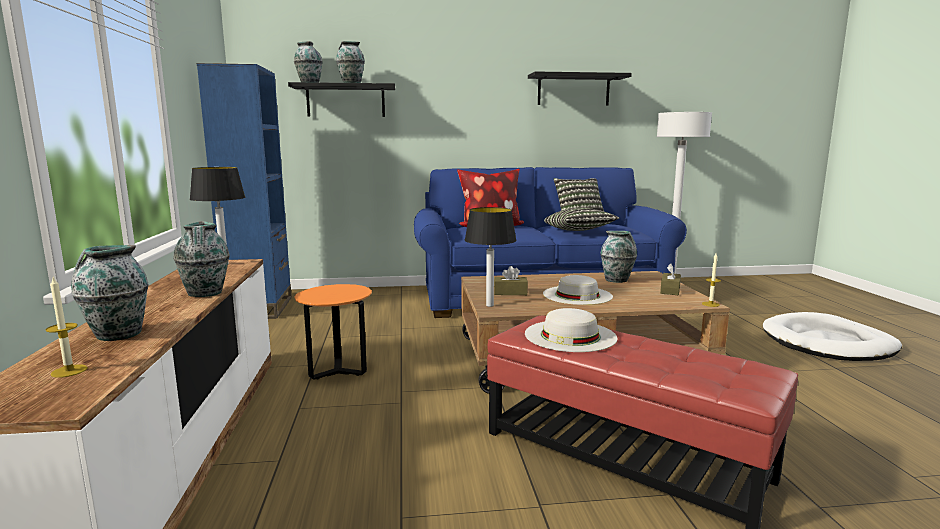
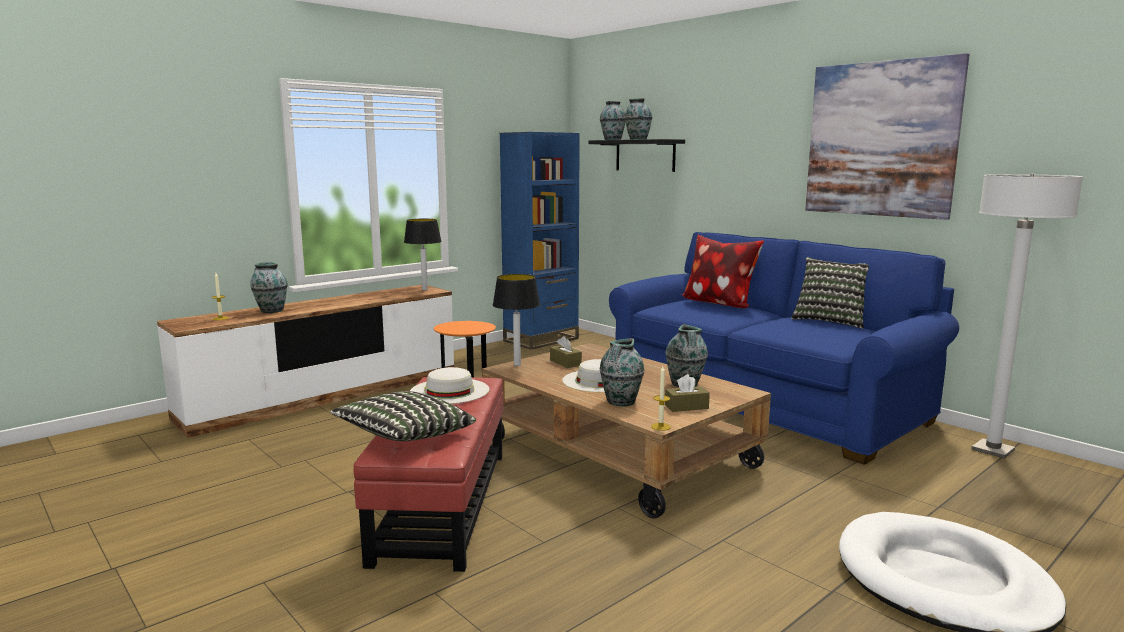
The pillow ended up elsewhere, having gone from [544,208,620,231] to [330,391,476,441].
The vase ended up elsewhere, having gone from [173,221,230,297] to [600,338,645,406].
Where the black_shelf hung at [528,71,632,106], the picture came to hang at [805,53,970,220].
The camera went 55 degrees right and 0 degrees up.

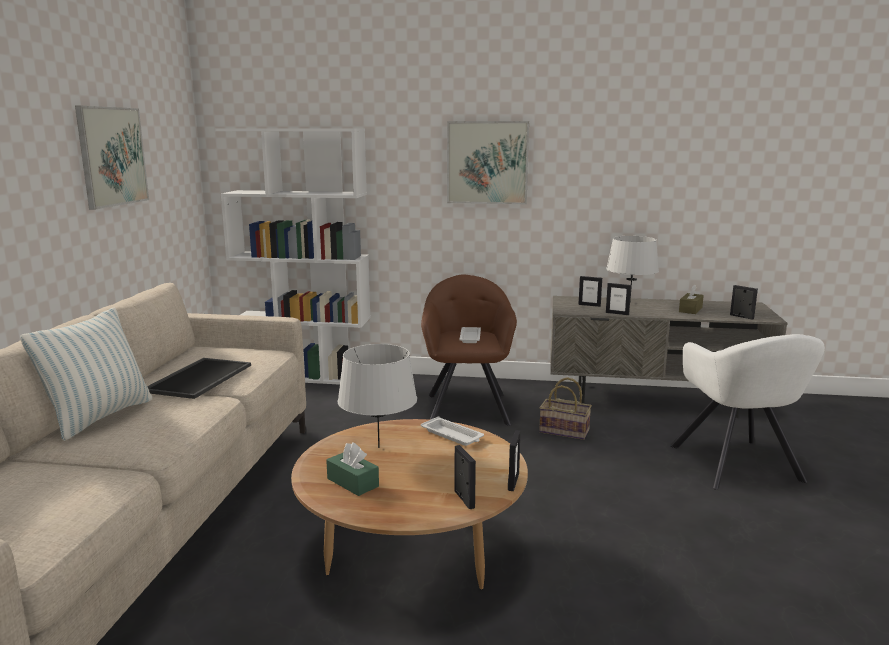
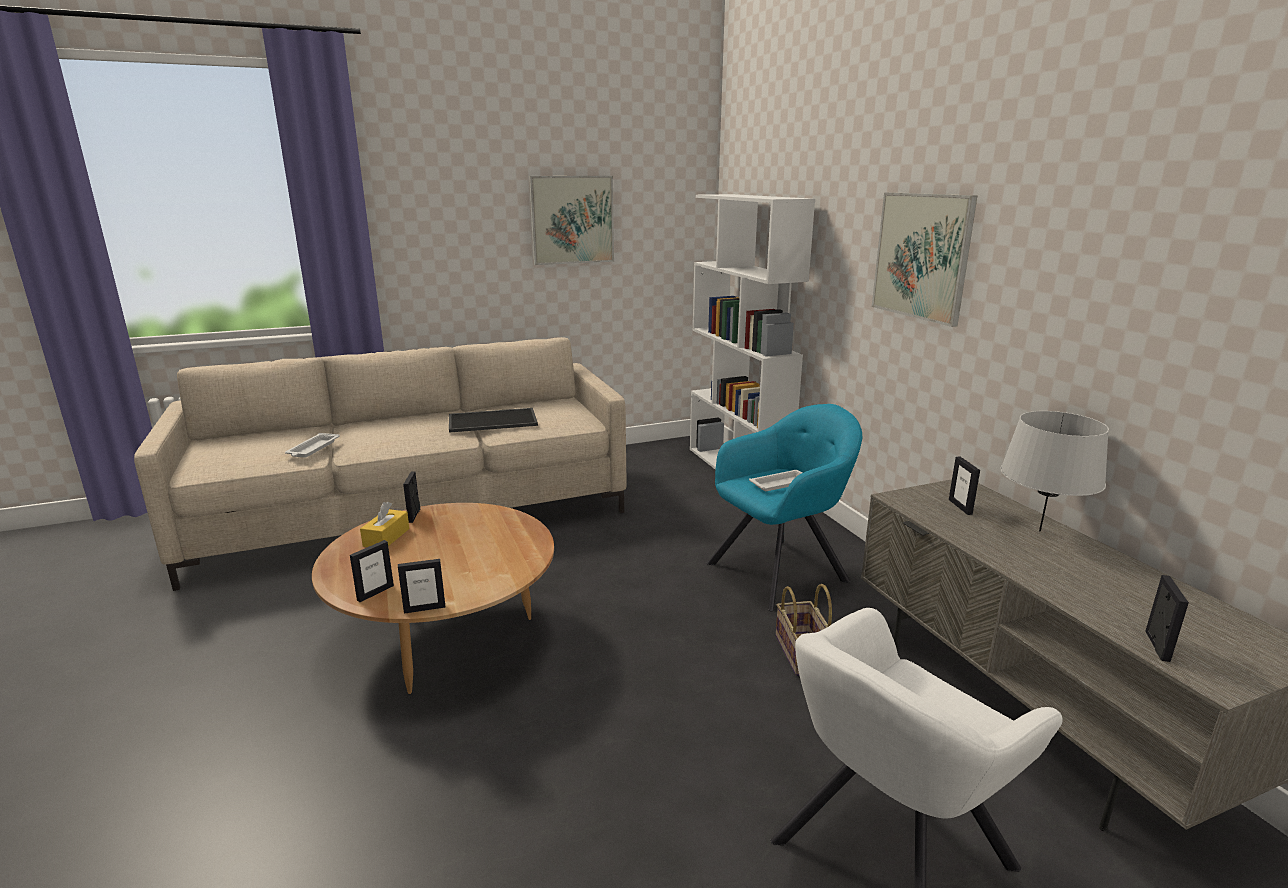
The white_tray ended up elsewhere, having gone from [421,416,484,446] to [285,433,339,457].
What was the green_tissue_box at [326,442,379,496] turned into the yellow_tissue_box at [360,502,409,547].
The picture_frame ended up elsewhere, having gone from [606,283,631,315] to [403,471,420,523].
What was the brown_armchair at [421,274,517,426] turned into the turquoise_armchair at [706,404,862,611].
The second view lost the pillow at [20,307,152,441].
The second view lost the grey_table_lamp at [338,344,417,448].
The second view lost the brown_tissue_box at [679,284,704,314].
The camera went 60 degrees right and 5 degrees up.

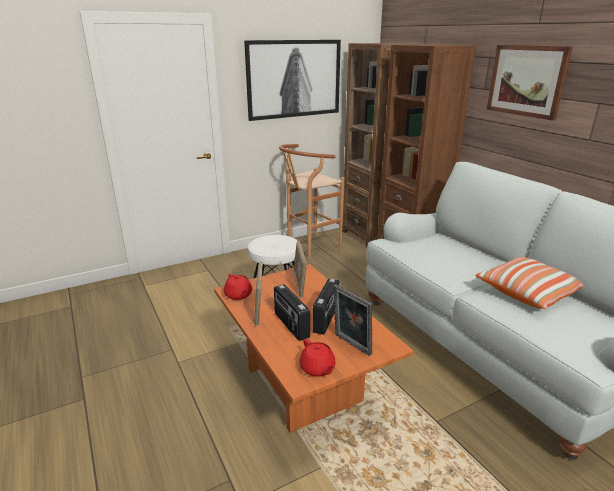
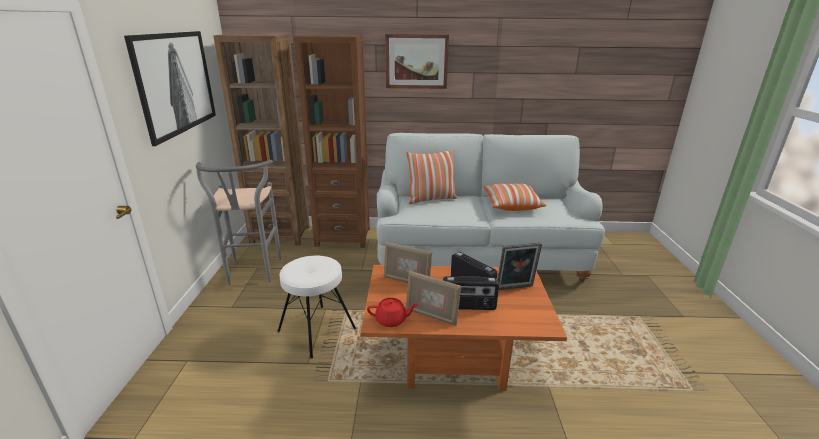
What was the brown_stool at [279,144,344,259] turned into the grey_stool at [196,160,281,285].
The second view gained the pillow at [406,150,457,204].
The second view lost the red_teapot at [299,339,336,377].
The camera went 60 degrees left and 0 degrees up.

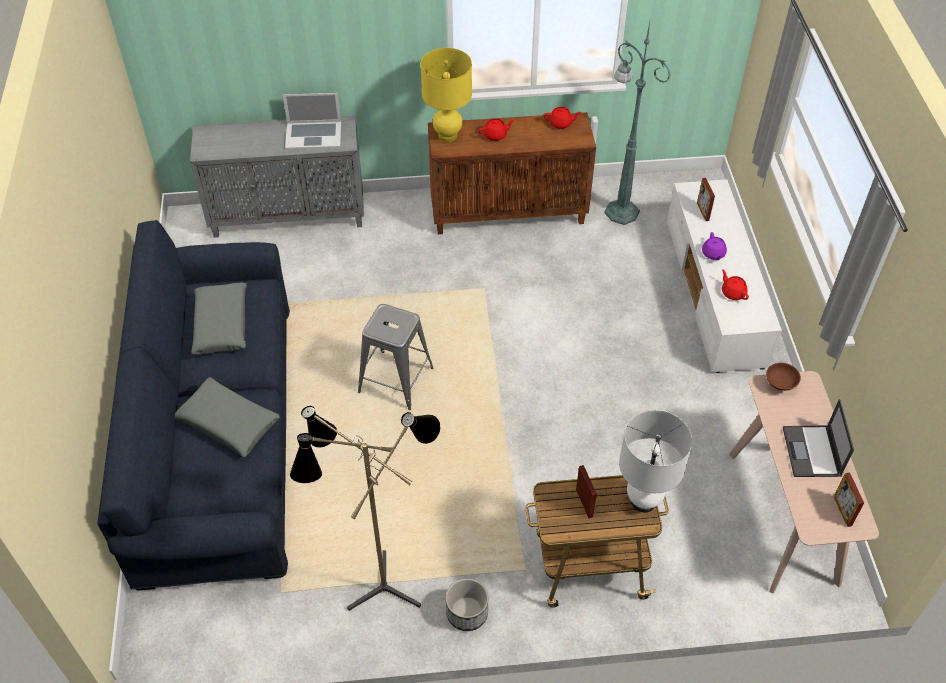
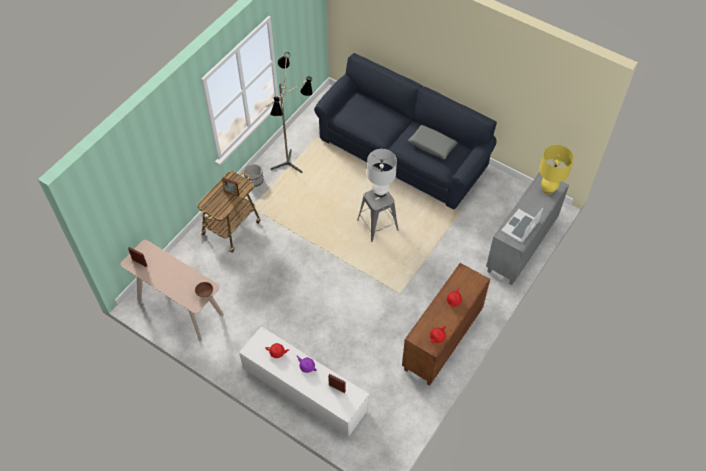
The white_table_lamp ended up elsewhere, having gone from [619,410,692,512] to [367,149,397,197].
The yellow_table_lamp ended up elsewhere, having gone from [421,48,472,142] to [539,145,574,195].
The second view lost the grey_pillow at [175,377,279,457].
The second view lost the green_floor_lamp at [604,22,671,225].
The second view lost the laptop at [783,399,854,477].
The camera went 130 degrees right and 5 degrees up.

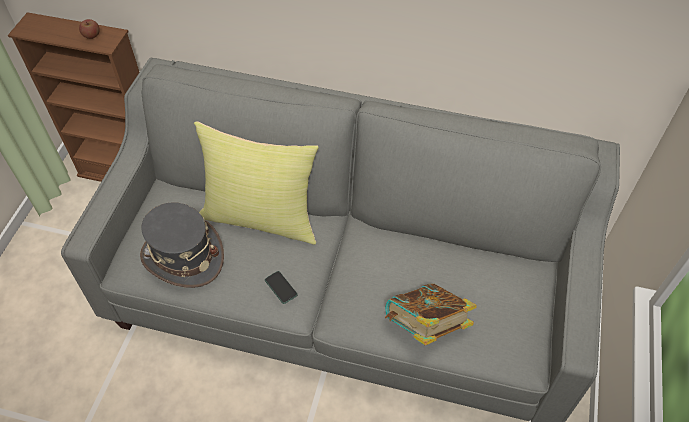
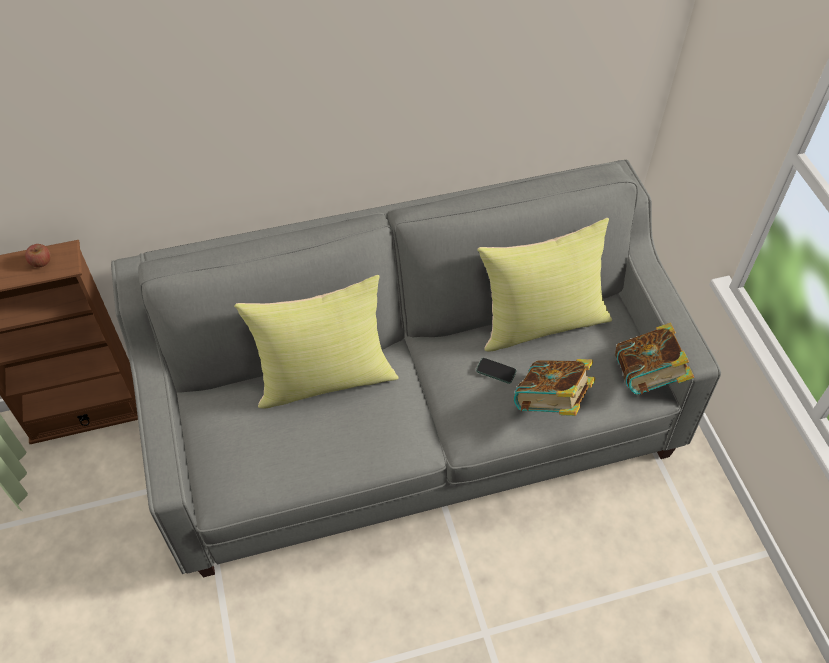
The phone ended up elsewhere, having gone from [265,271,297,304] to [476,358,517,384].
The second view gained the yellow_pillow at [477,218,612,351].
The second view gained the book at [615,322,694,395].
The second view lost the grey_hat at [140,202,224,288].
The camera went 30 degrees left and 0 degrees up.

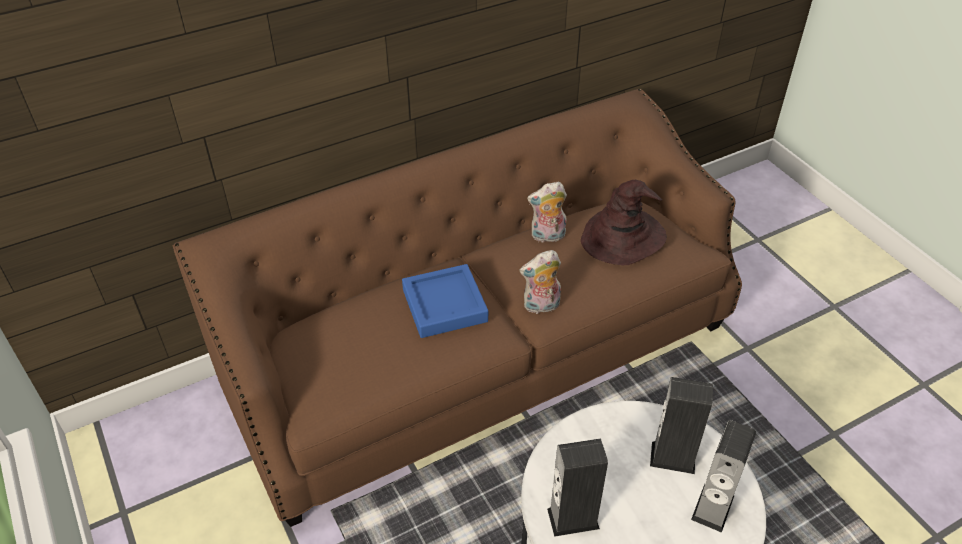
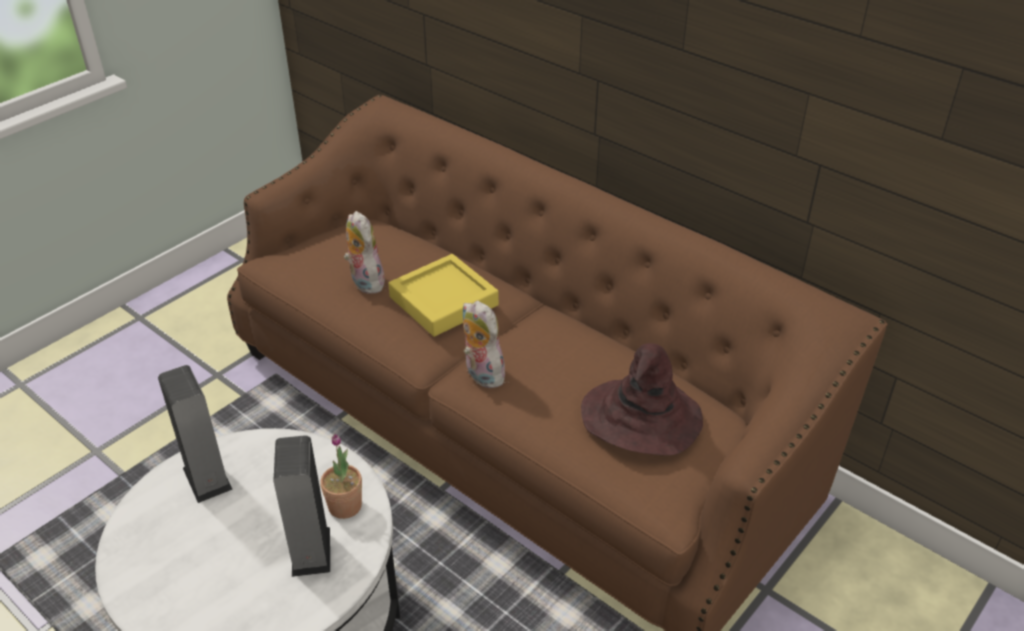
The second view gained the potted_plant at [320,434,362,519].
The plush_toy ended up elsewhere, having gone from [527,182,567,242] to [344,211,385,294].
What was the blue_tray at [402,264,488,338] turned into the yellow_tray at [388,254,499,337].
The second view lost the speaker at [691,420,756,533].
The camera went 70 degrees right and 5 degrees down.

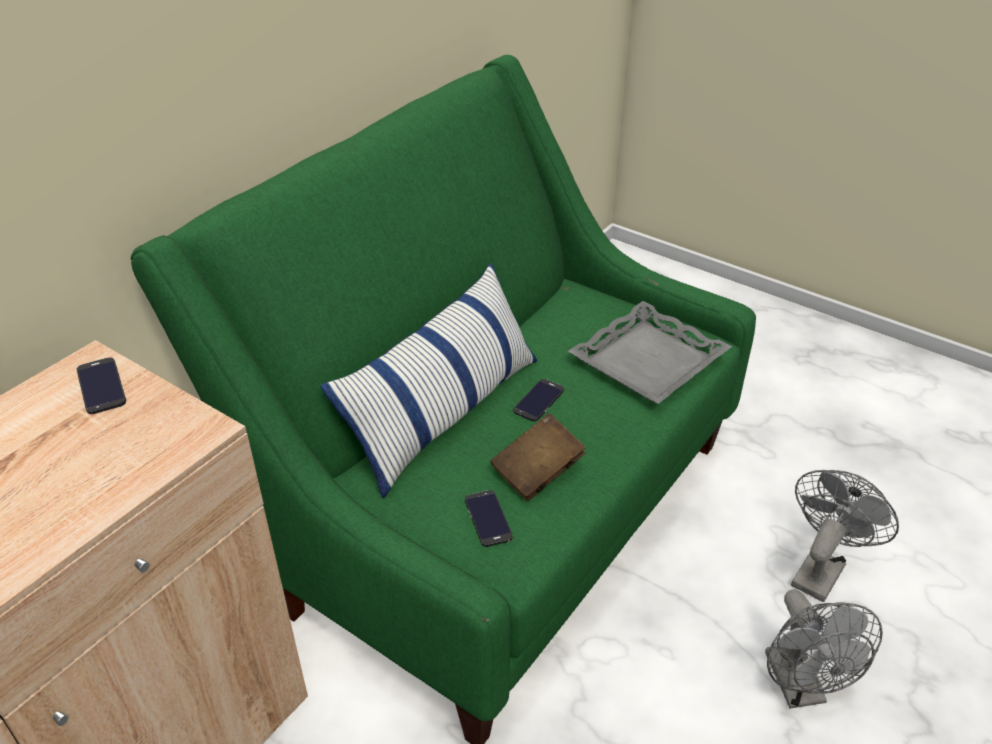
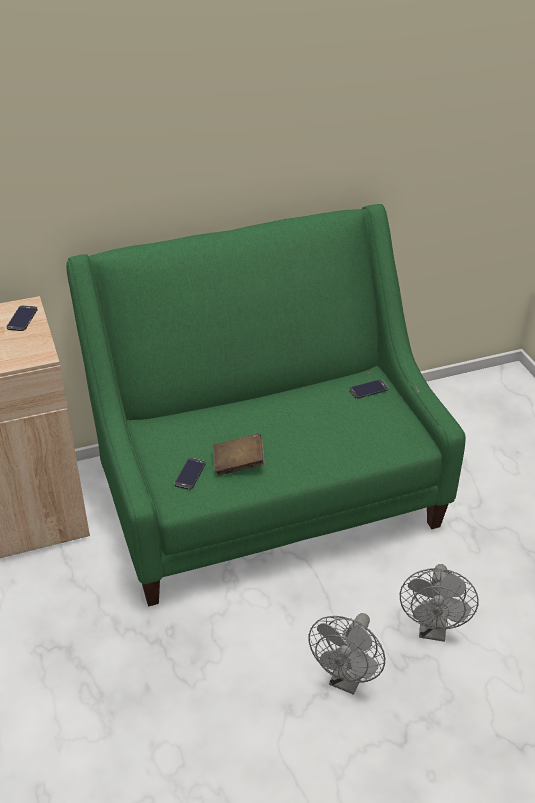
The phone ended up elsewhere, having gone from [513,379,564,421] to [349,380,388,399].
The grey_fan at [791,470,899,602] ended up facing another way, 120 degrees clockwise from before.
The second view lost the pillow at [320,263,537,498].
The second view lost the grey_tray at [568,301,732,404].
The camera went 35 degrees right and 0 degrees up.

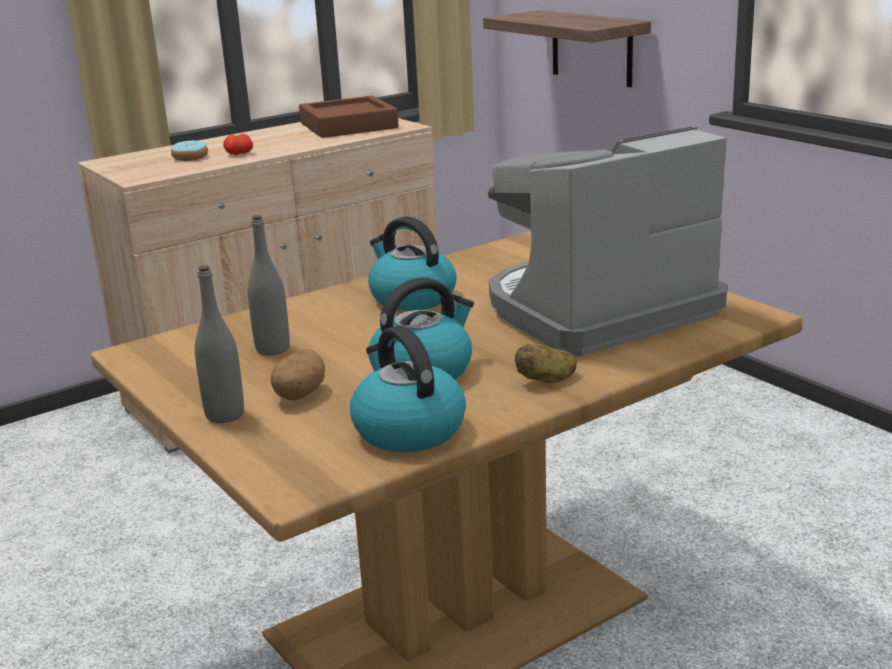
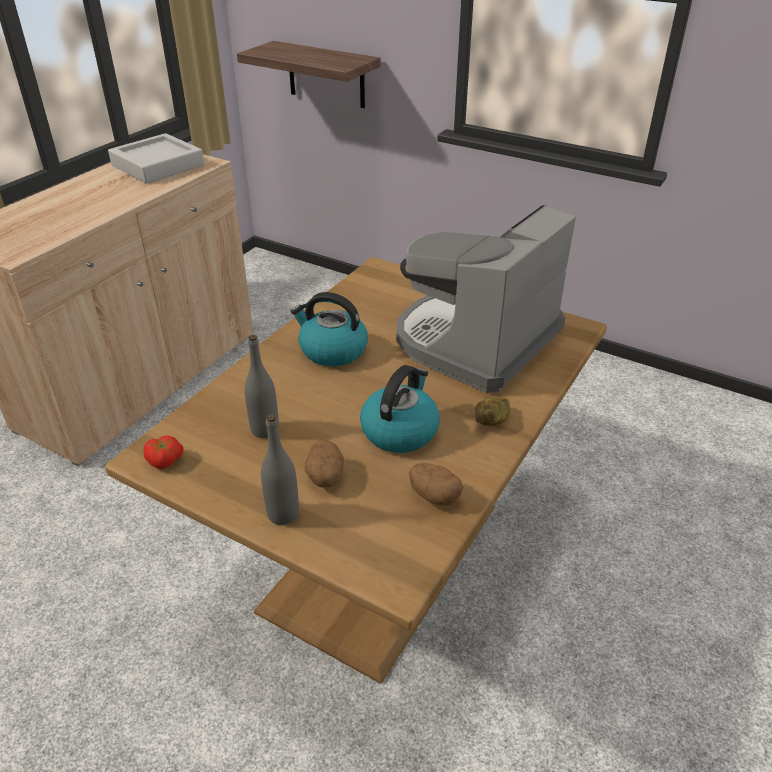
What was the brown_tray at [299,95,399,138] turned into the grey_tray at [108,133,204,184].
The tomato ended up elsewhere, having gone from [223,134,253,155] to [143,435,184,469].
Where the kettle stood at [350,325,466,452], the potato came to stand at [409,463,464,506].
The second view lost the donut at [171,140,208,161].
The camera went 25 degrees left and 15 degrees up.

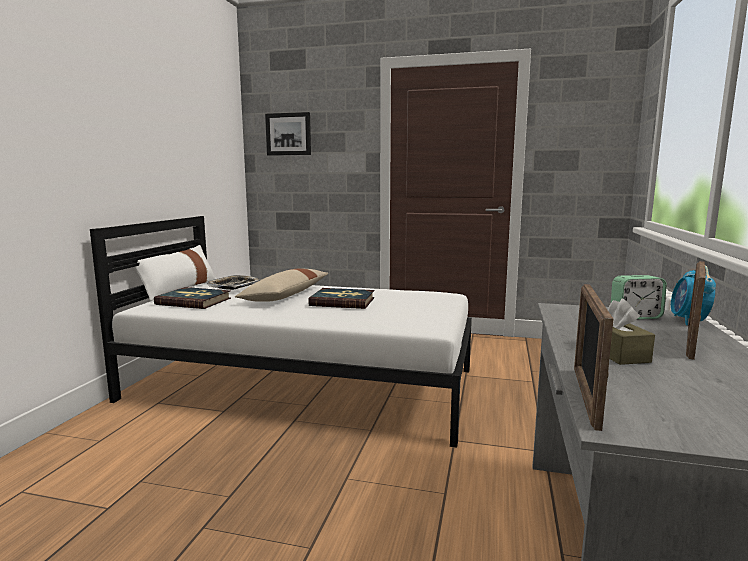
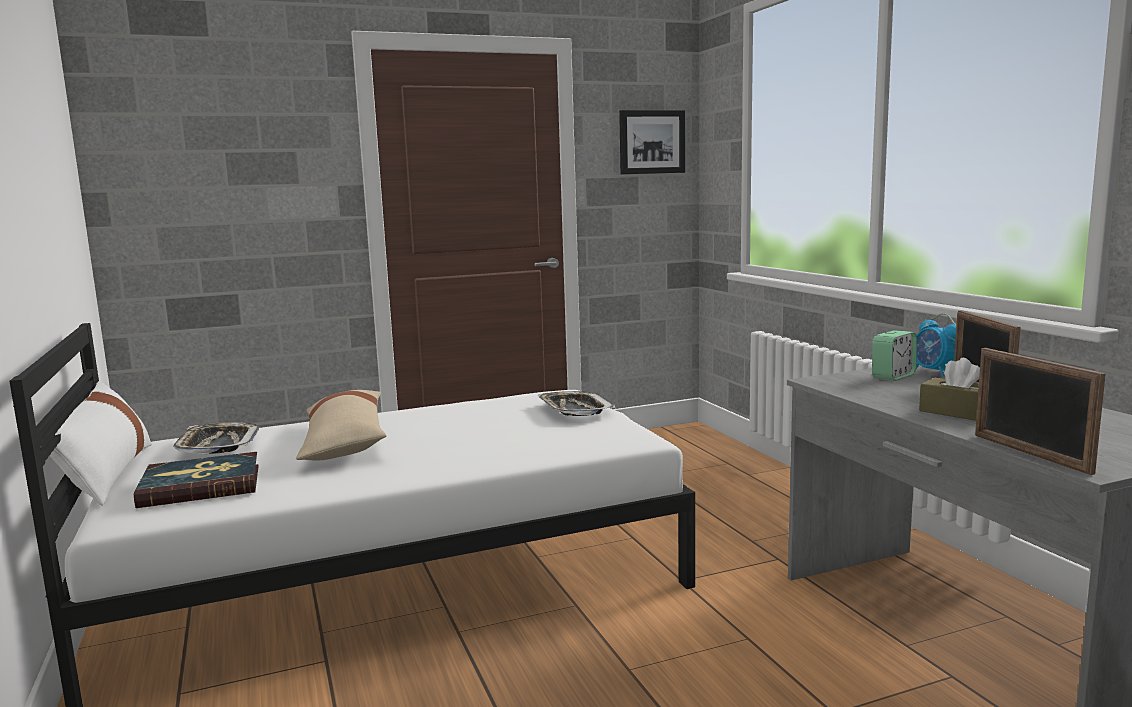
The second view gained the tray at [538,391,615,416].
The picture ended up elsewhere, having gone from [265,112,311,156] to [619,110,685,174].
The second view lost the book at [308,288,374,309].
The camera went 35 degrees left and 0 degrees up.

